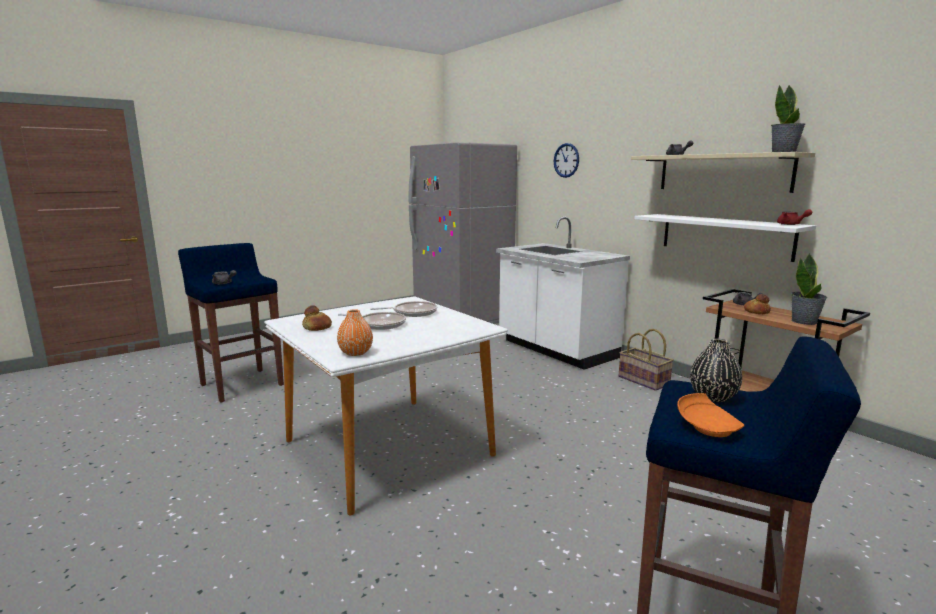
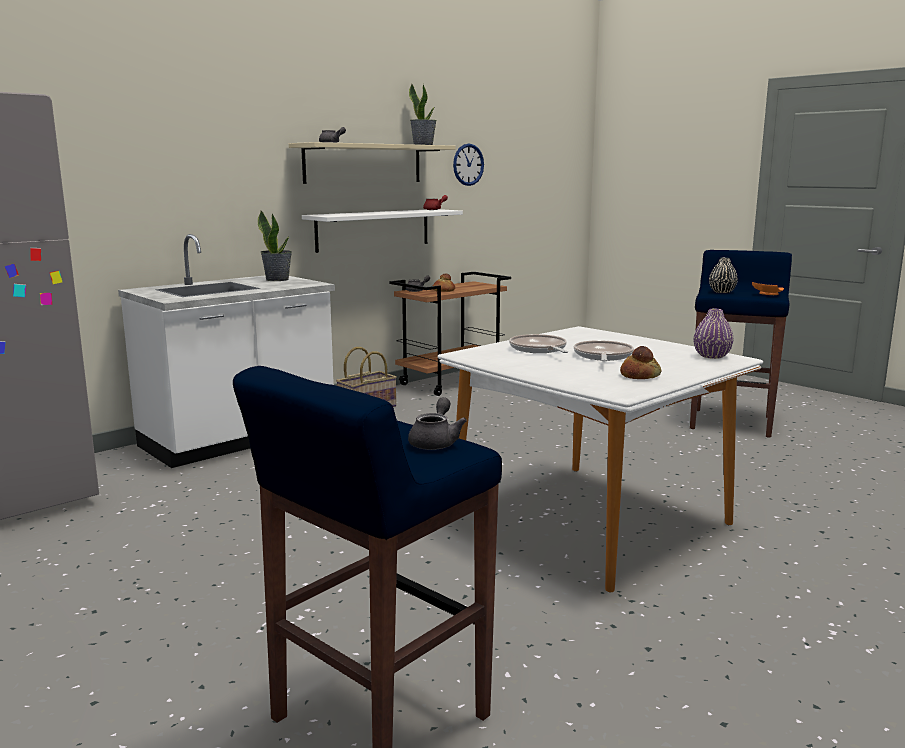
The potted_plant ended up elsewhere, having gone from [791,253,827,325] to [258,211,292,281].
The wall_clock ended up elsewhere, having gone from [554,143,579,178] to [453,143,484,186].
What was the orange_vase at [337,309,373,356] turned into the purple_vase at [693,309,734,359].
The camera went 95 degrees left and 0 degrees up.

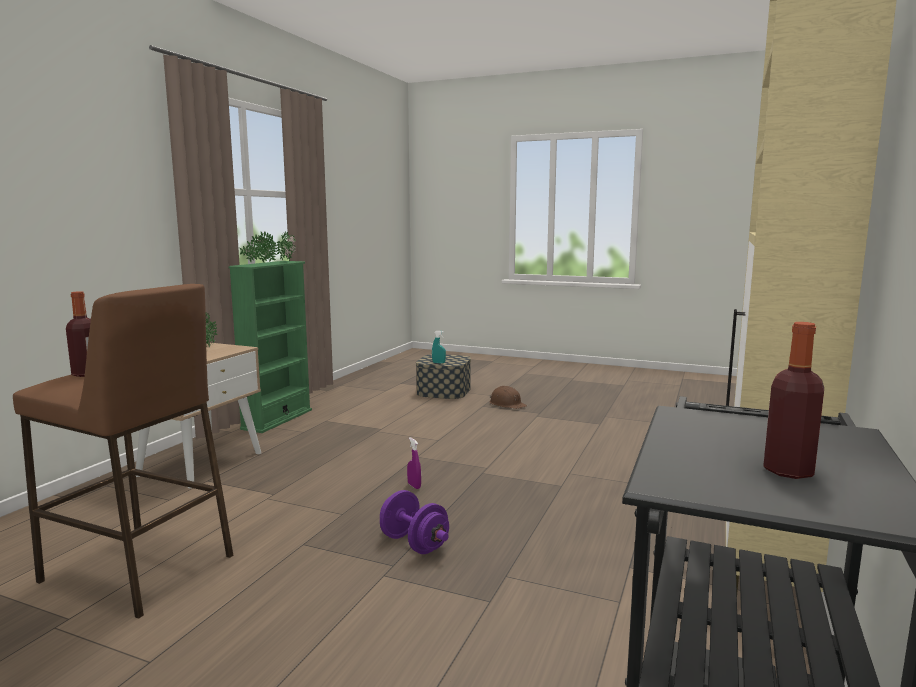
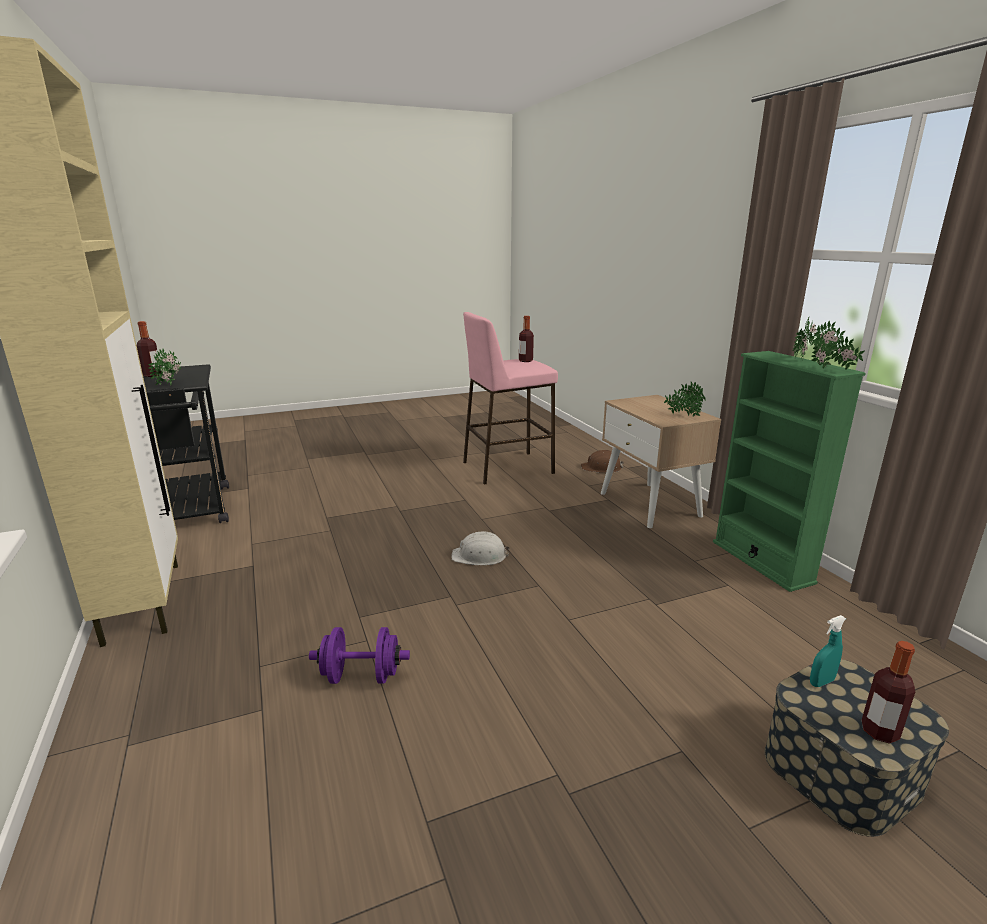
The second view gained the potted_plant at [149,349,181,386].
The purple_dumbbell ended up elsewhere, having gone from [380,490,449,554] to [309,627,410,684].
Where the purple_spray_bottle stood at [407,437,421,489], the white_hard_hat came to stand at [451,531,510,565].
What was the brown_stool at [13,284,233,619] turned into the pink_stool at [463,312,558,484].
The brown_hard_hat ended up elsewhere, having gone from [489,386,527,409] to [581,450,624,473].
The second view gained the bottle at [862,641,915,744].
The camera went 135 degrees right and 10 degrees up.

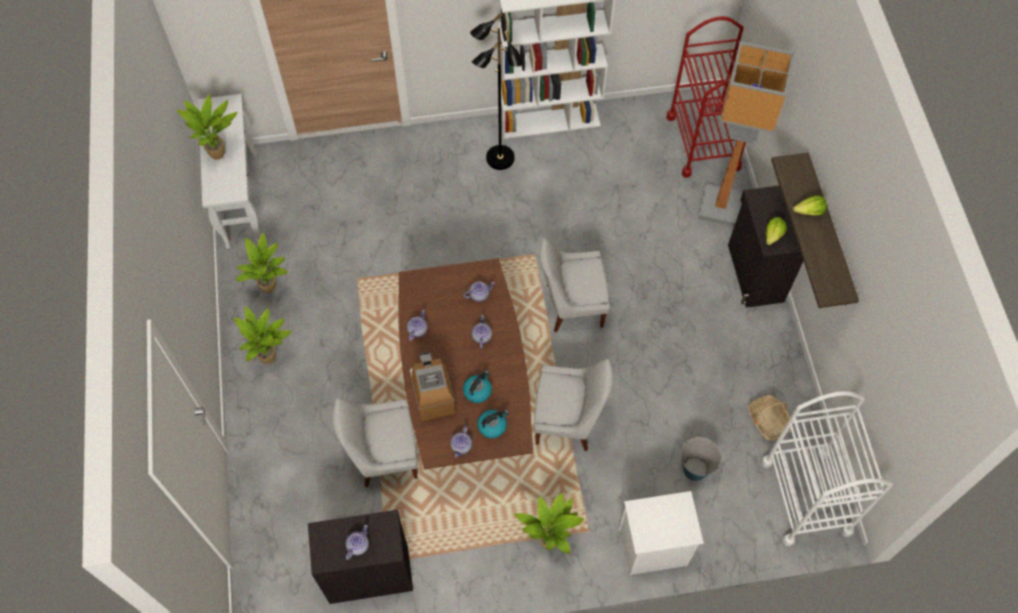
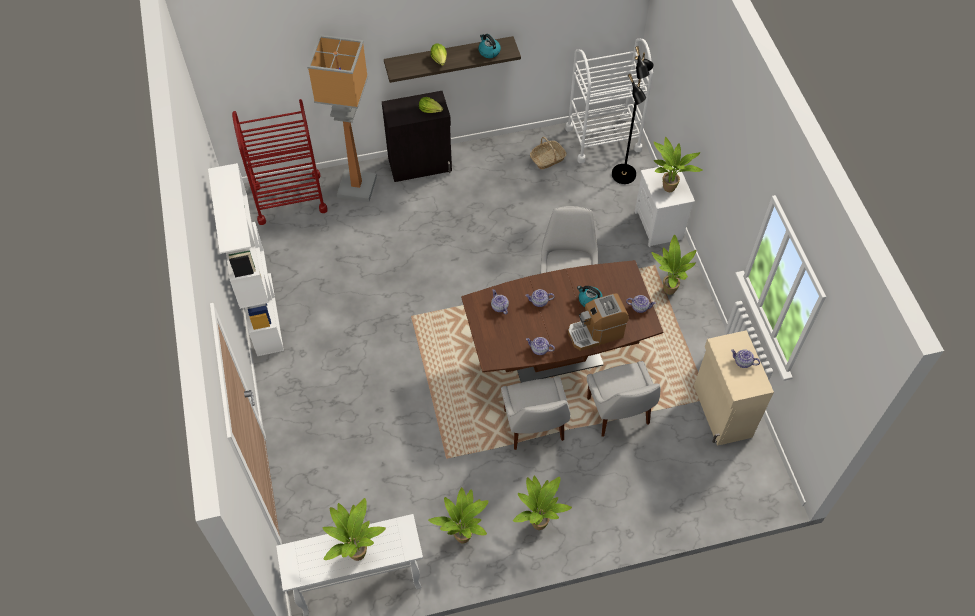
The kettle ended up elsewhere, having gone from [477,409,509,438] to [478,34,501,58].
The white_chair ended up elsewhere, having gone from [540,238,610,332] to [501,376,571,450].
The black_floor_lamp ended up elsewhere, having gone from [470,13,523,170] to [612,46,654,184].
The second view gained the potted_plant at [654,137,702,192].
What was the black_cabinet at [308,510,413,604] turned into the beige_cabinet at [694,330,774,445].
The second view lost the bucket at [680,437,721,481].
The camera went 95 degrees left and 5 degrees down.

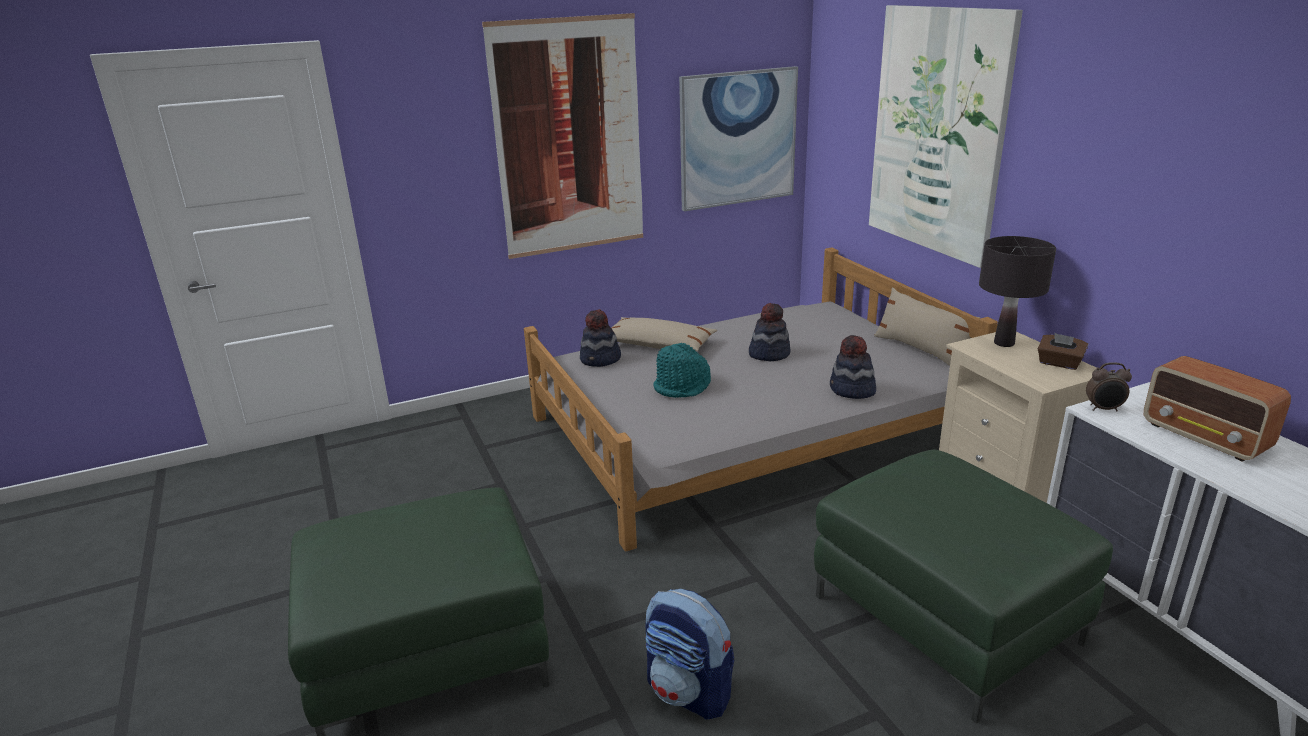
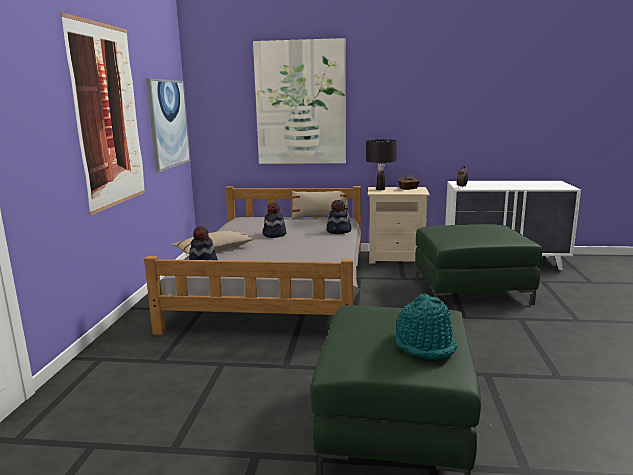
The turquoise_hat ended up elsewhere, having gone from [653,343,711,398] to [396,293,458,359].
The second view lost the backpack at [645,589,734,720].
The second view lost the radio at [1144,356,1291,462].
The camera went 60 degrees left and 10 degrees down.

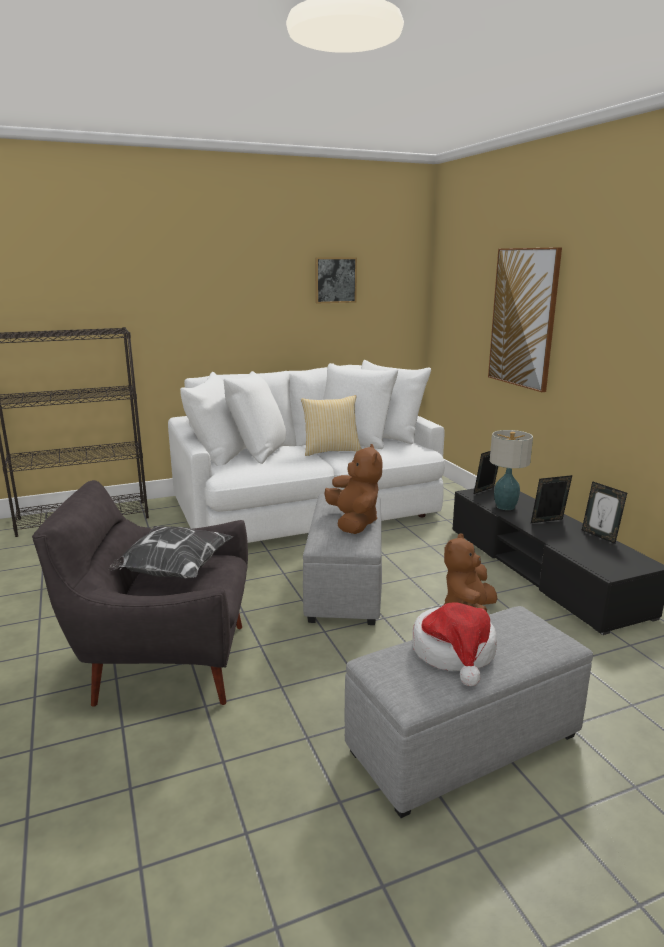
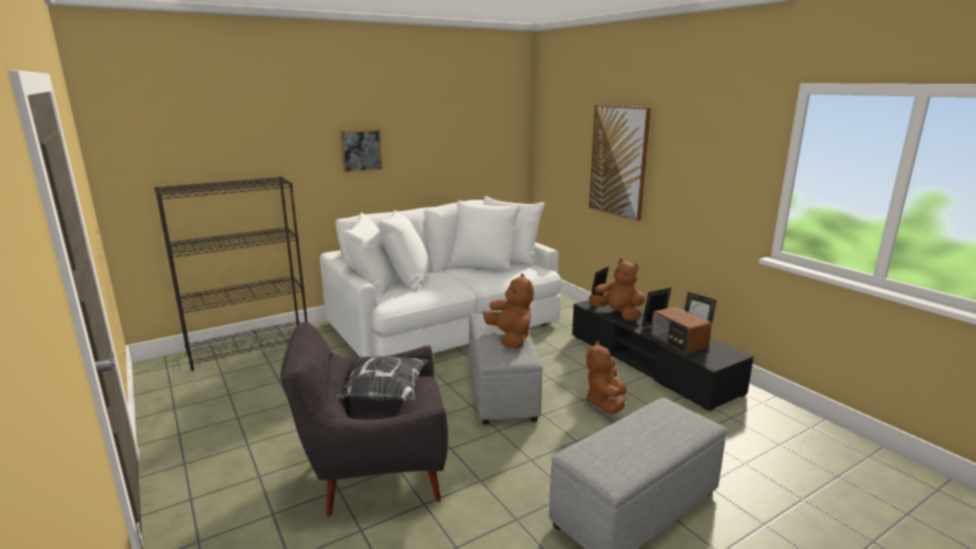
The picture ended up elsewhere, having gone from [315,257,357,303] to [340,129,383,173].
Where the table_lamp stood at [490,430,533,510], the brown_plush_toy came to stand at [589,259,645,321].
The second view gained the radio at [651,306,712,354].
The second view lost the pillow at [301,395,362,456].
The second view lost the hat at [412,603,497,686].
The camera went 10 degrees left and 0 degrees up.

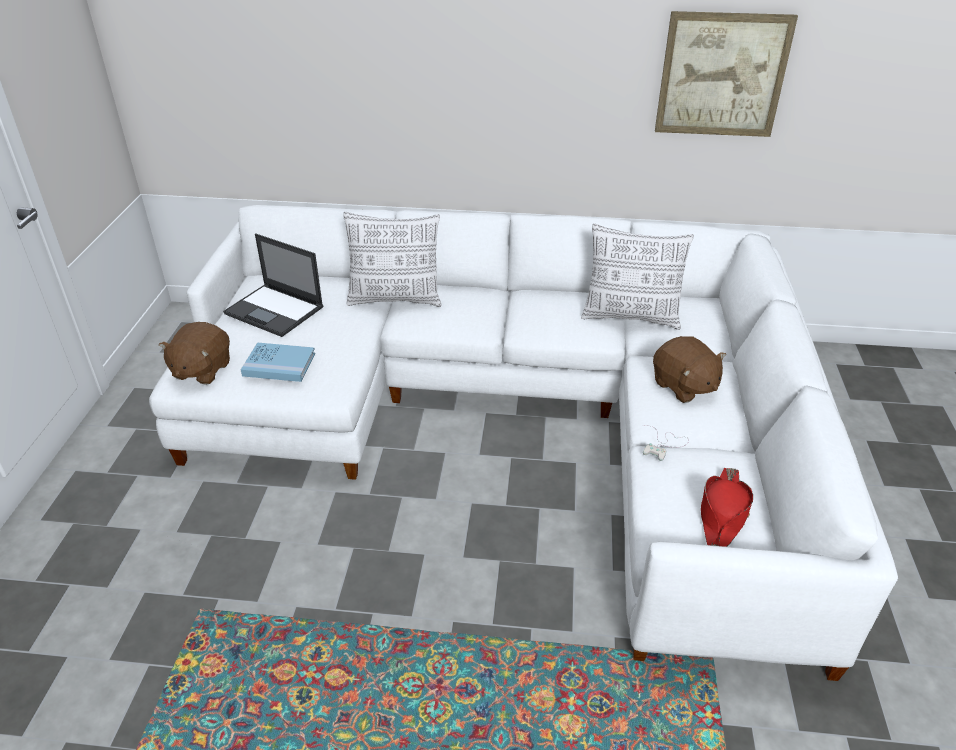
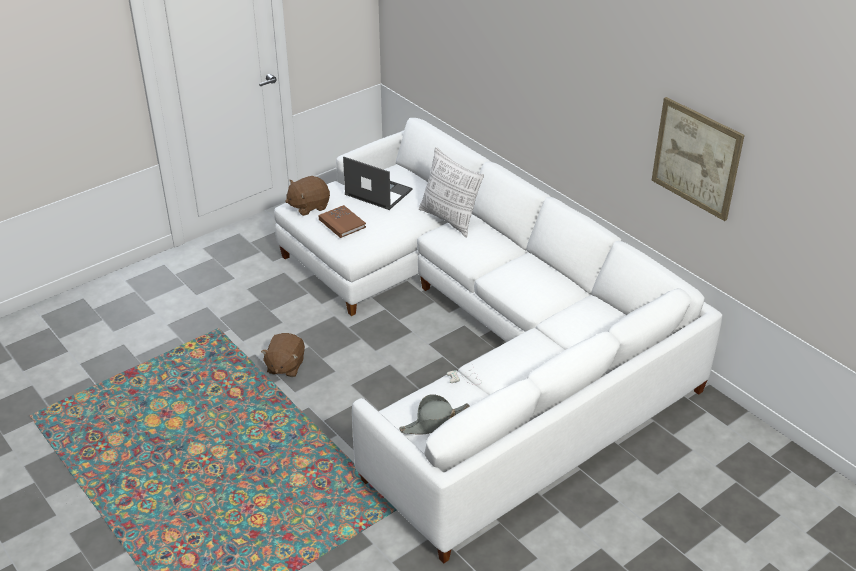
The brown_plush_toy ended up elsewhere, having gone from [653,336,726,403] to [261,333,305,377].
What was the blue_book at [241,342,315,382] turned into the brown_book at [318,205,366,238].
The laptop at [223,234,323,337] ended up facing another way, 135 degrees clockwise from before.
What was the red_hat at [701,468,753,547] turned into the grey_hat at [399,394,470,434].
The second view lost the pillow at [581,223,694,330].
The camera went 45 degrees right and 0 degrees up.

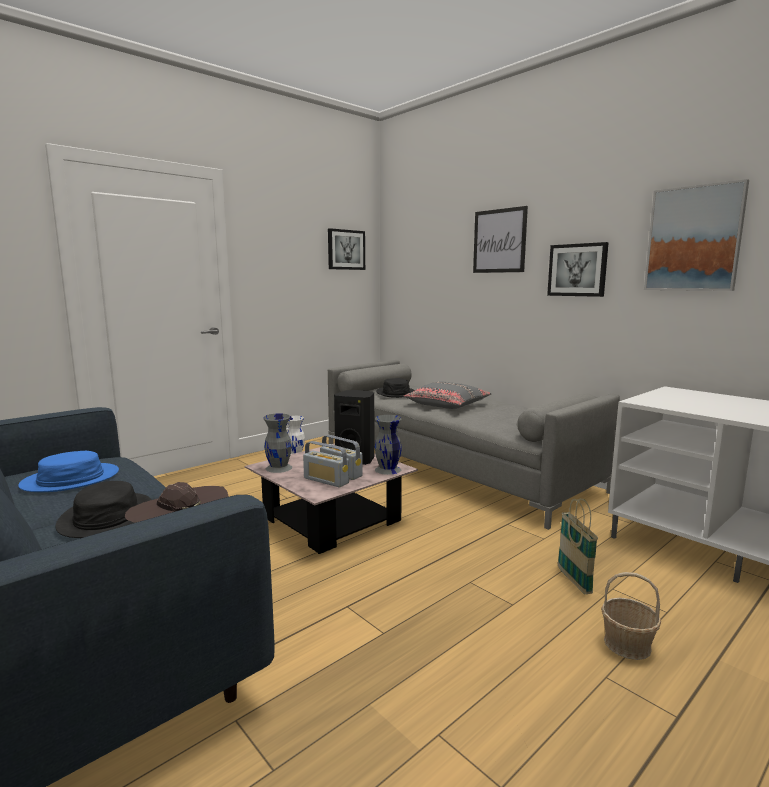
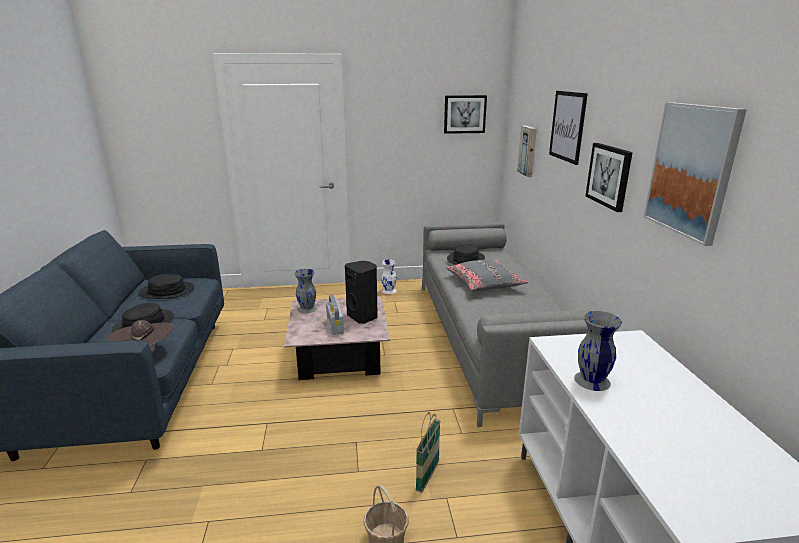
What was the blue_hat at [18,451,119,492] turned into the black_hat at [139,274,194,299].
The second view gained the picture at [517,126,537,177].
The grey_vase ended up elsewhere, having gone from [375,415,402,475] to [574,311,622,391].
The second view lost the radio at [303,441,349,487].
The camera went 35 degrees right and 10 degrees up.

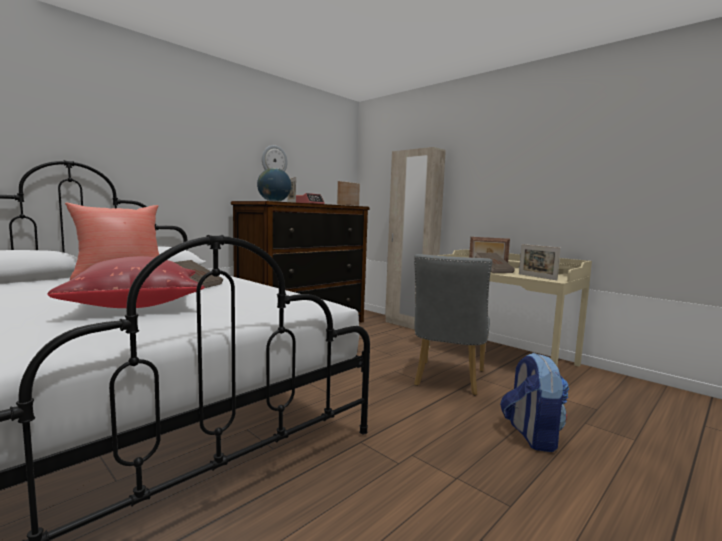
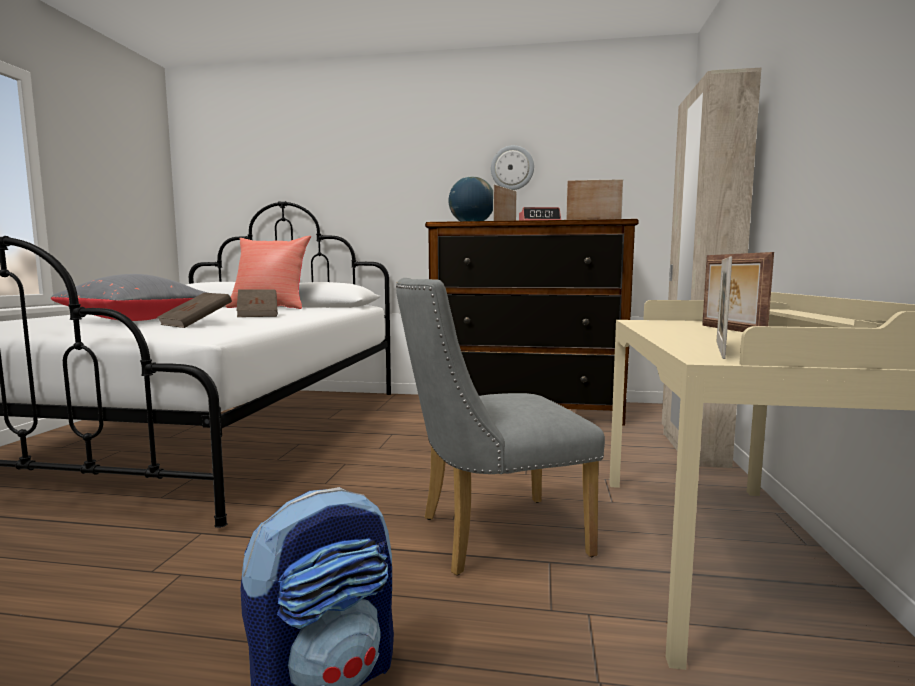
What was the red_pillow at [47,256,205,308] turned into the grey_pillow at [51,274,208,321].
The brown_book ended up elsewhere, having gone from [476,253,515,273] to [157,293,232,328].
The camera went 55 degrees right and 0 degrees up.

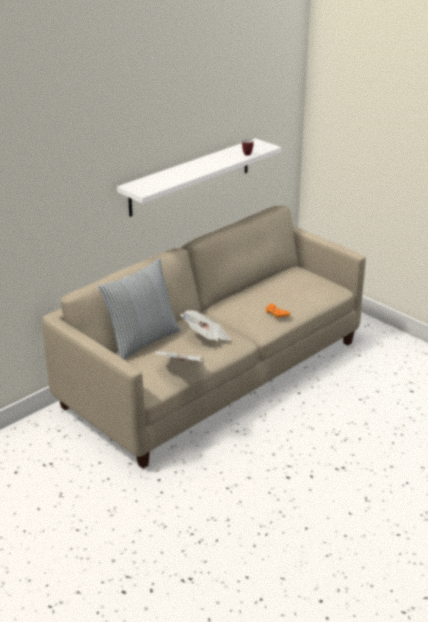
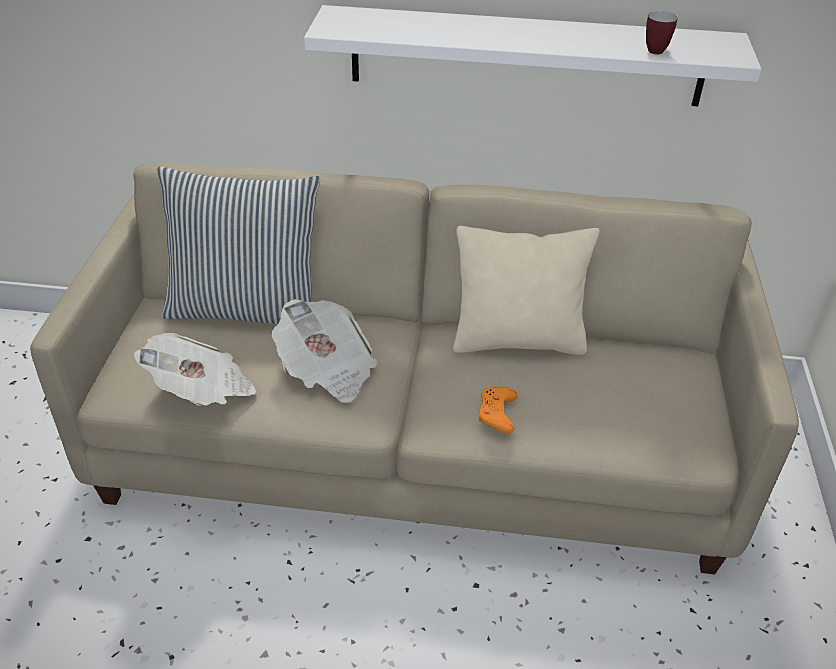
The second view gained the beige_pillow at [453,226,600,355].
The camera went 50 degrees right and 10 degrees up.

